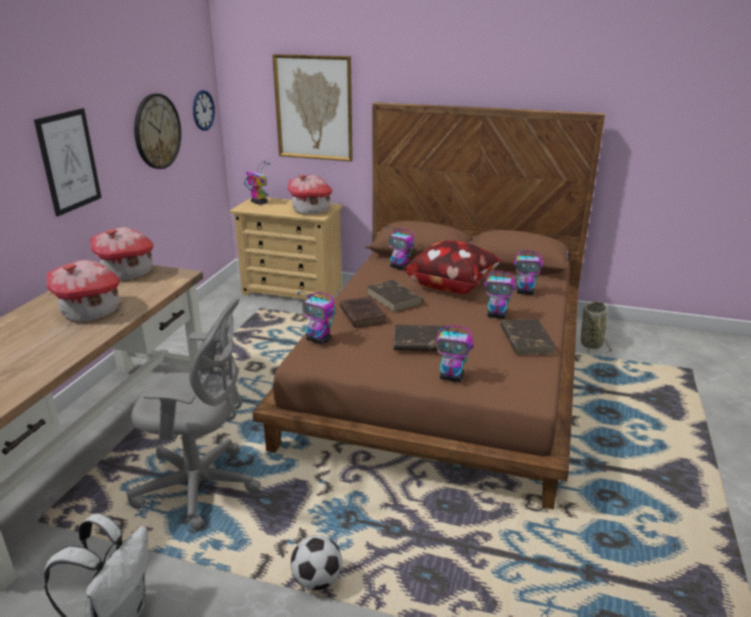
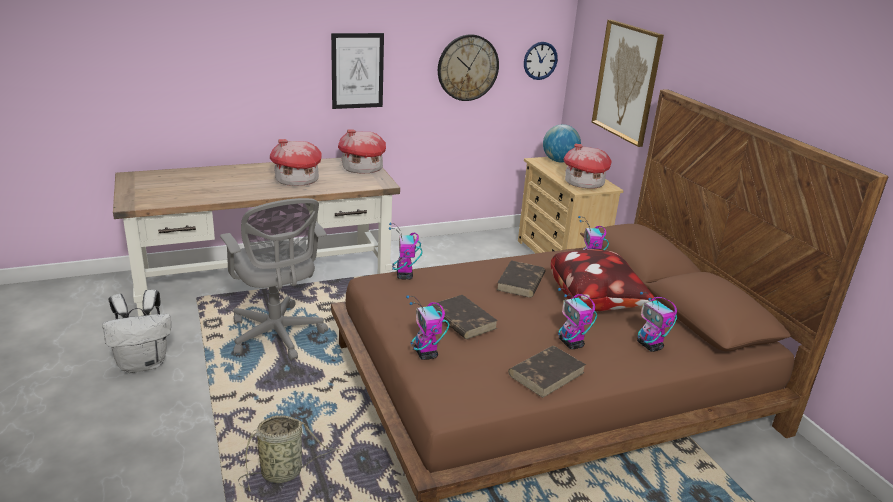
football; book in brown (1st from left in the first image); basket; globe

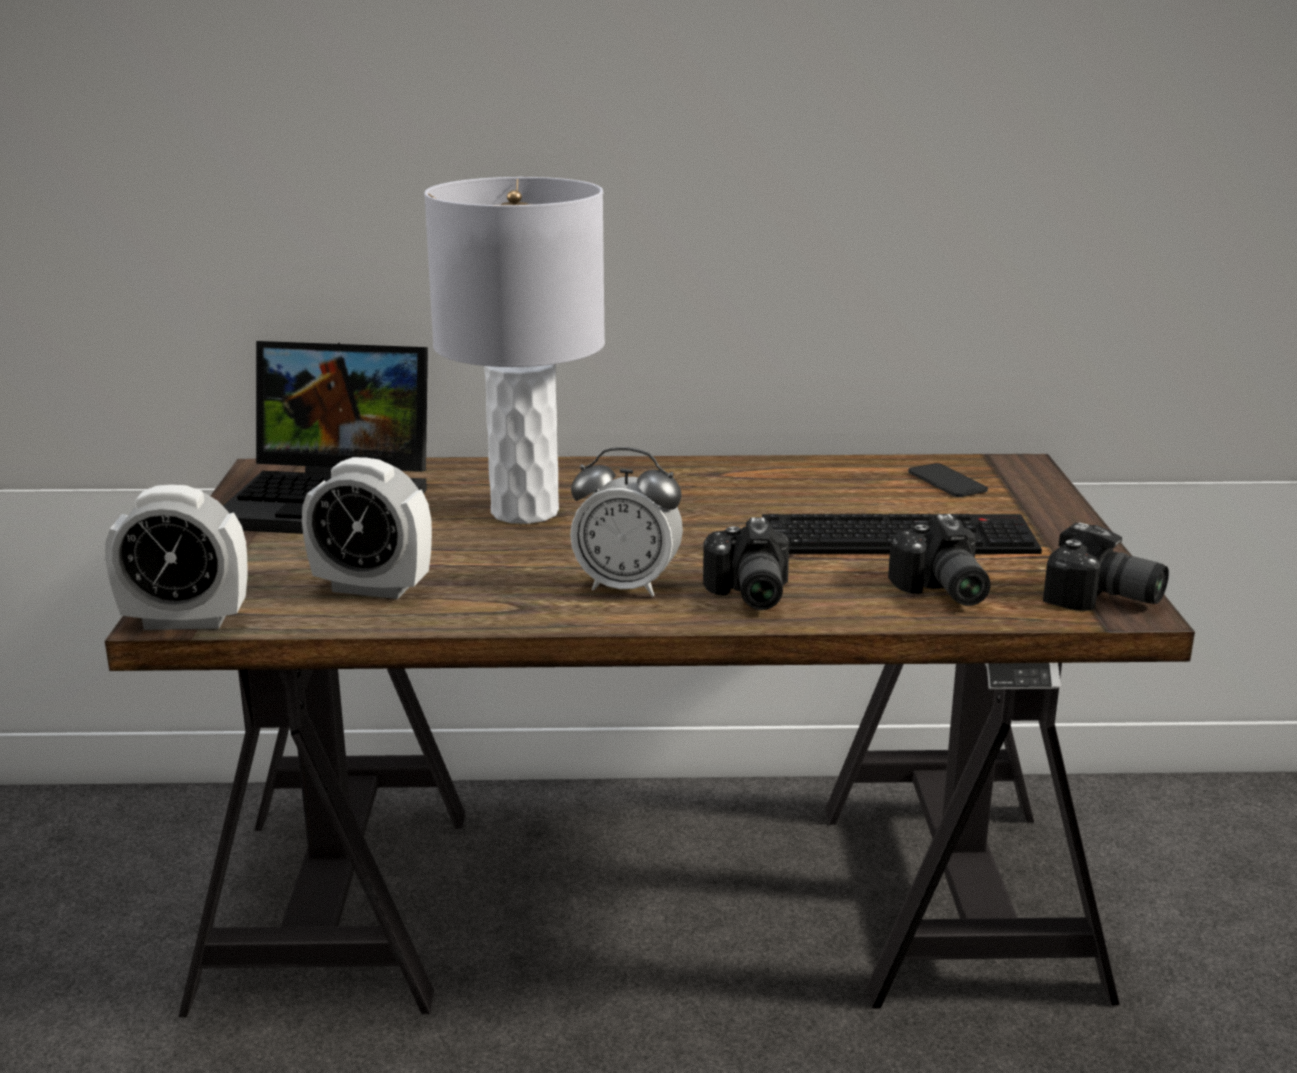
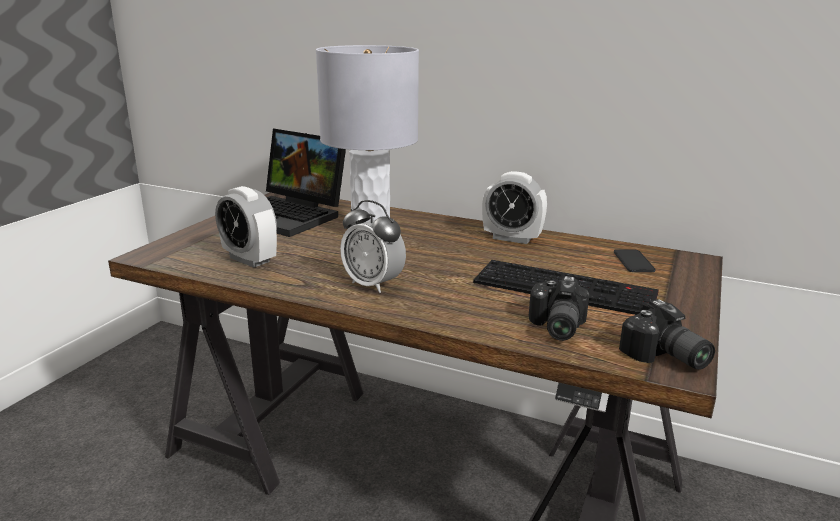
photo camera (1st from left in the first image); alarm clock (3rd from left)

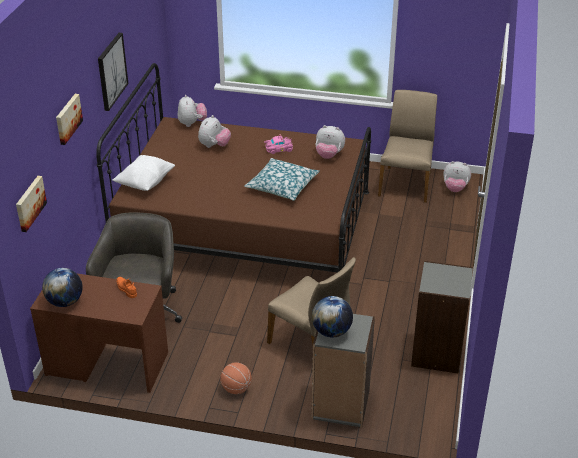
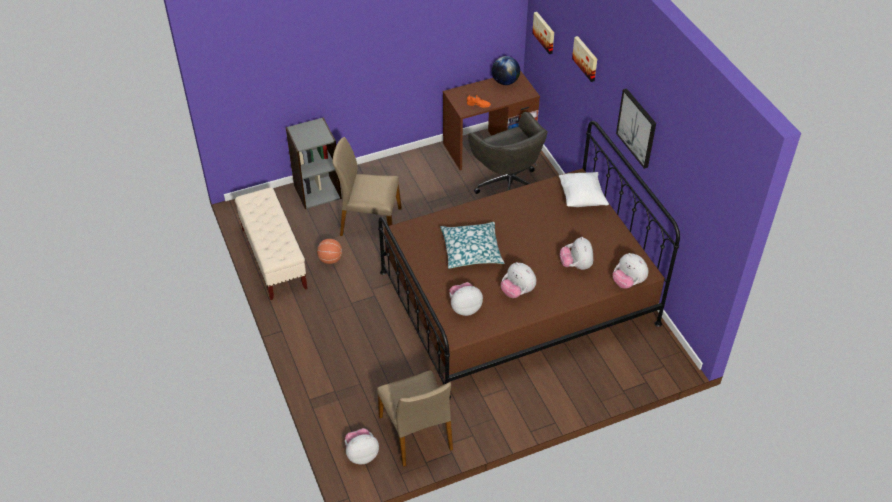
globe (2nd from left in the first image); basketball; plush toy (3rd from left); bench in beige

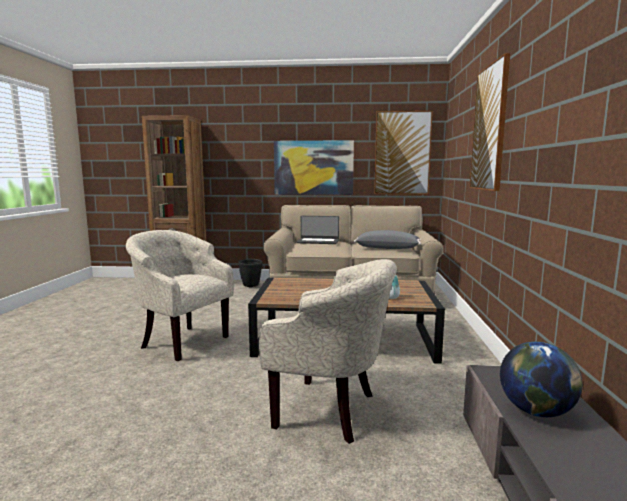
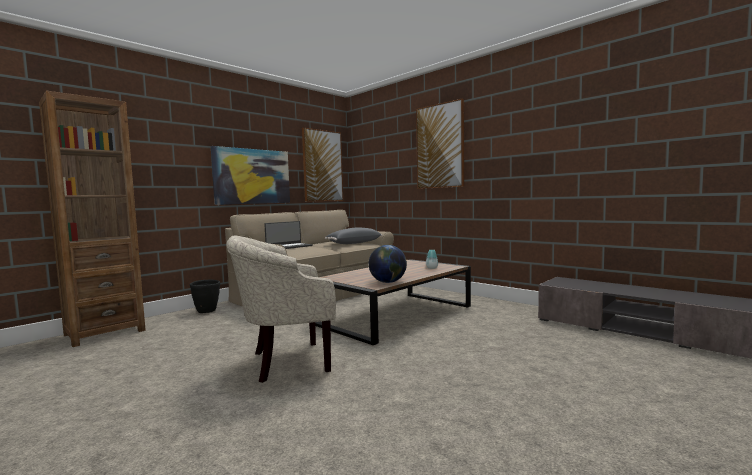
armchair in beige (2nd from left in the first image); globe

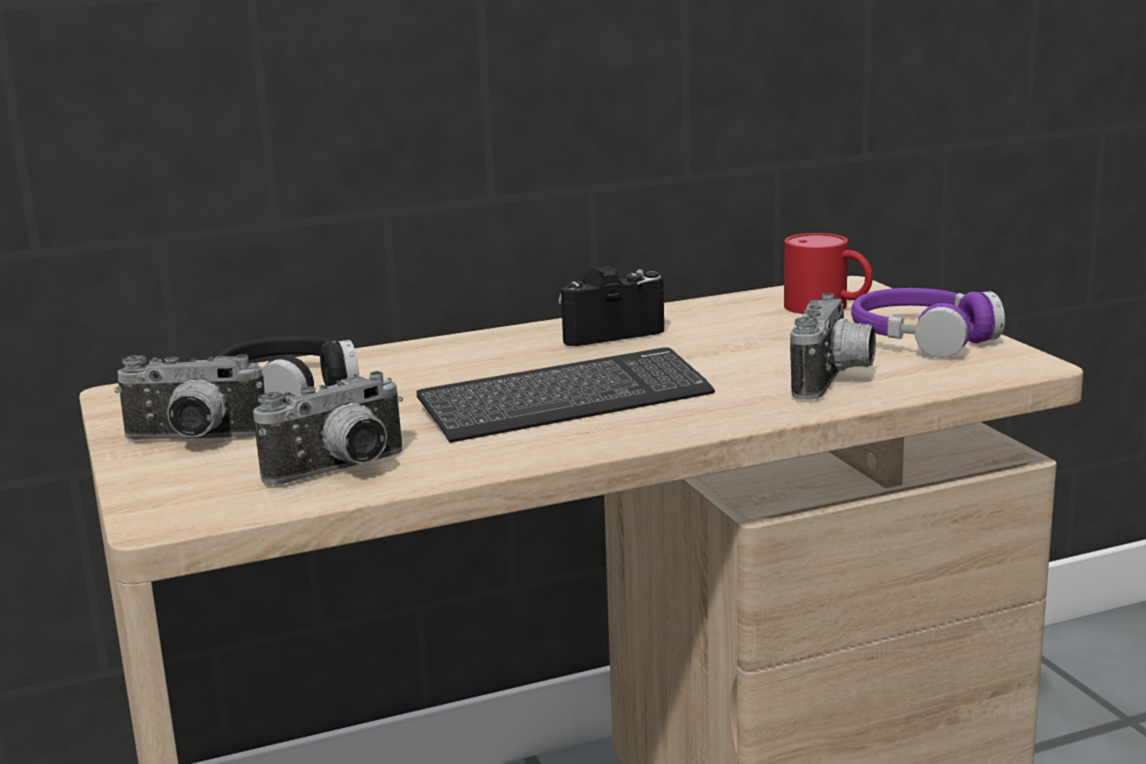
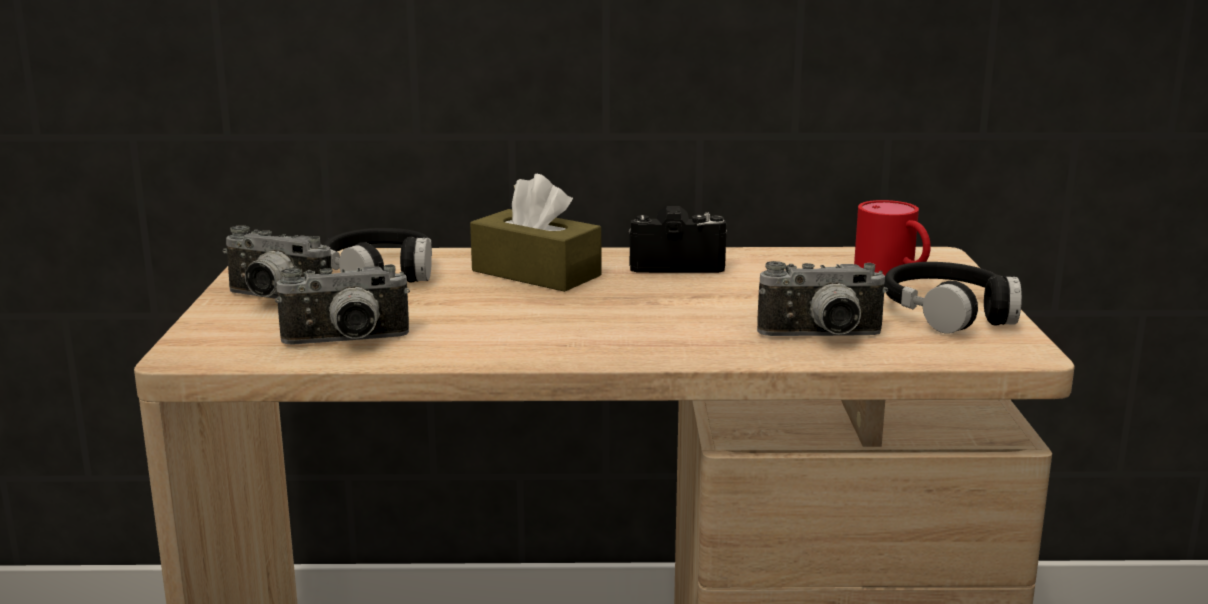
keyboard; tissue box in brown; headphones in black (2nd from left); photo camera (4th from left)

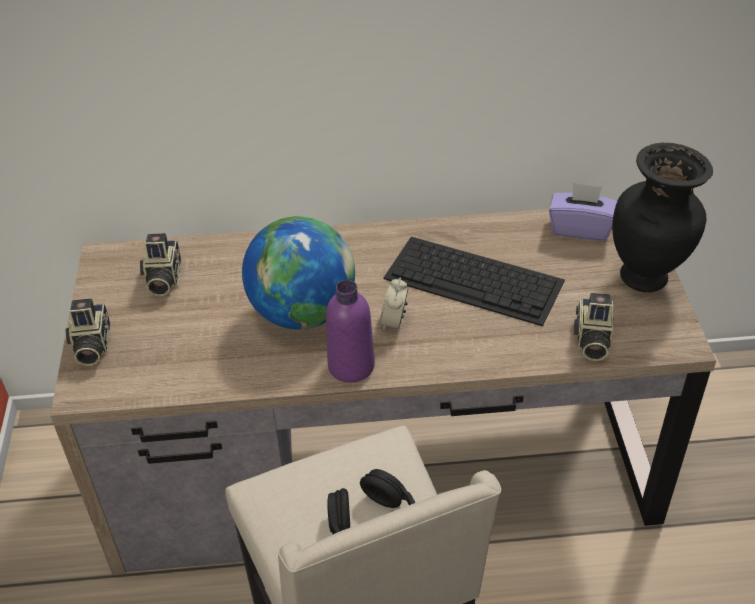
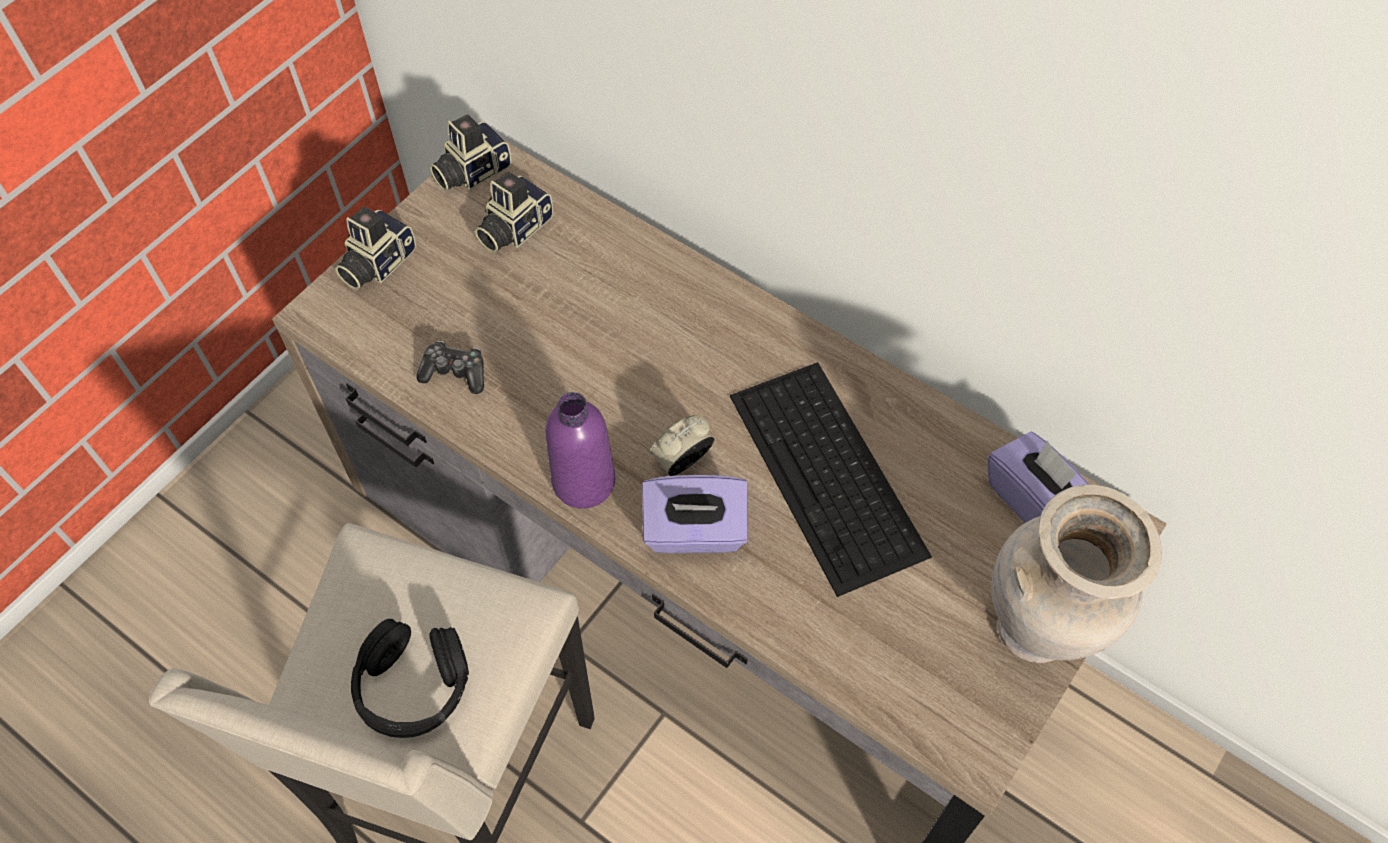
globe; game controller; tissue box in purple (1st from left); photo camera (2nd from left); vase in beige

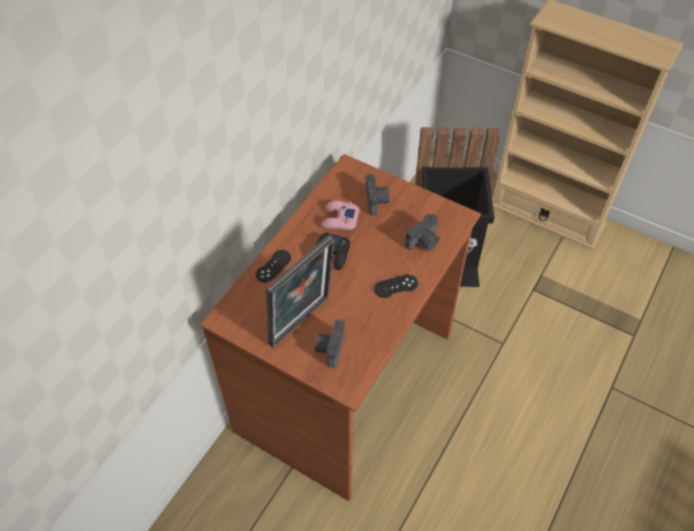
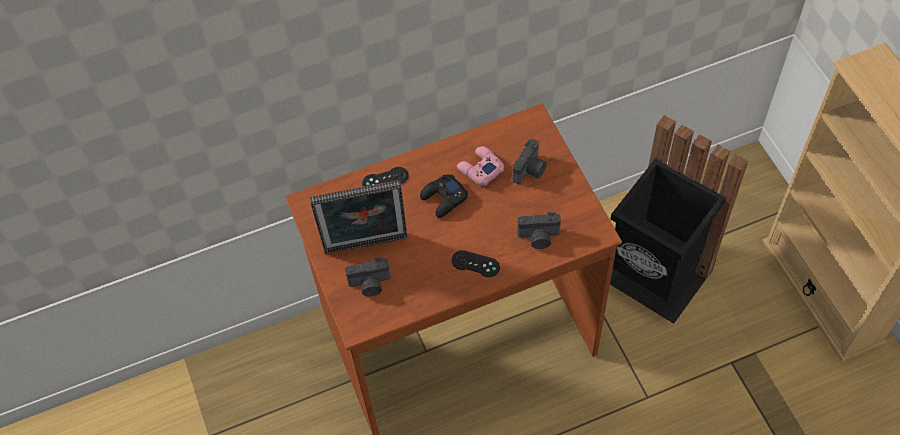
photo camera (1st from left)

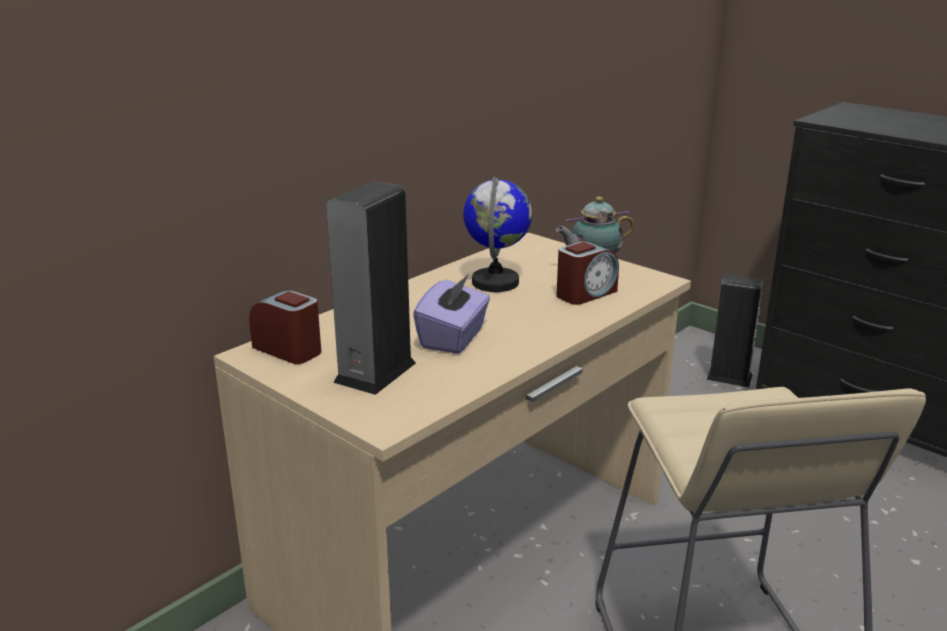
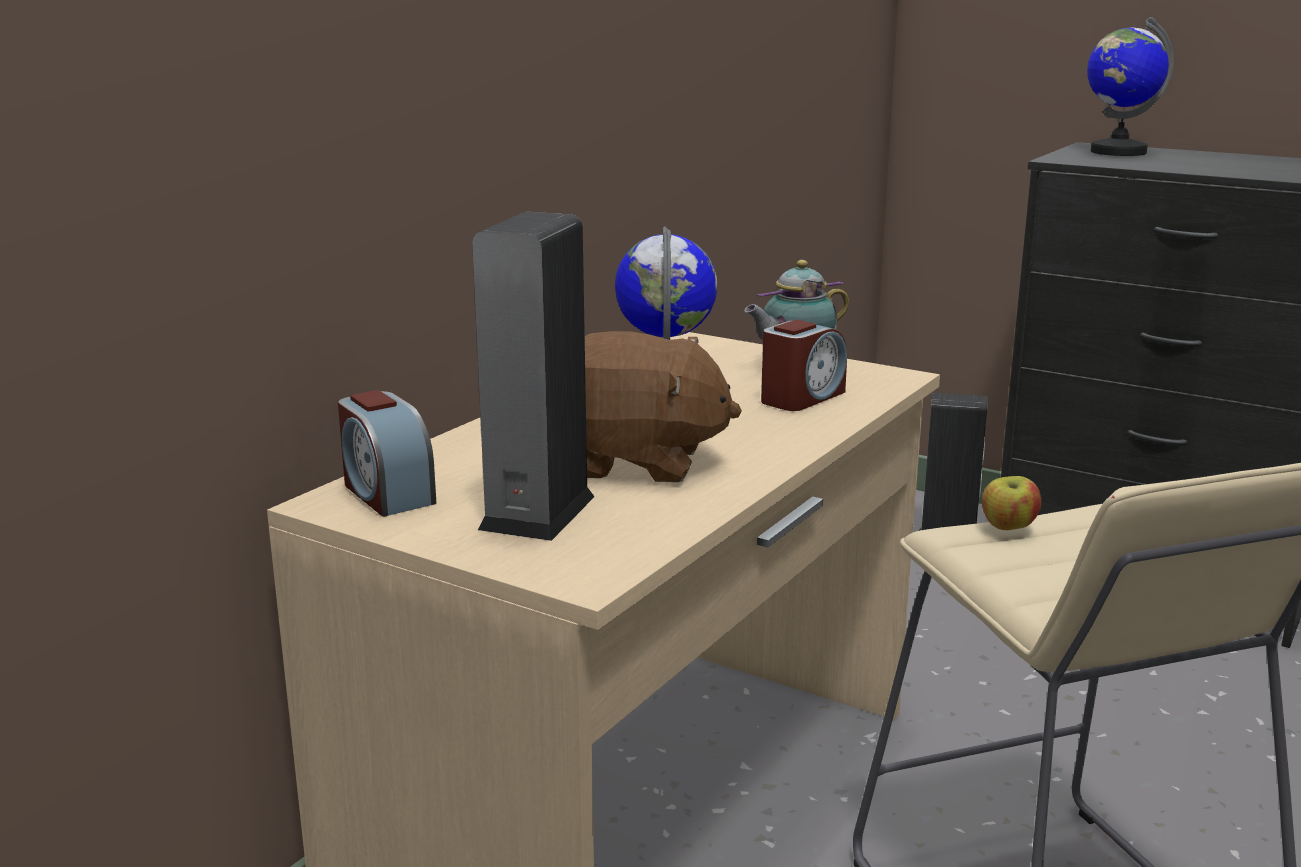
apple; globe (2nd from left); plush toy in brown; alarm clock (1st from left)

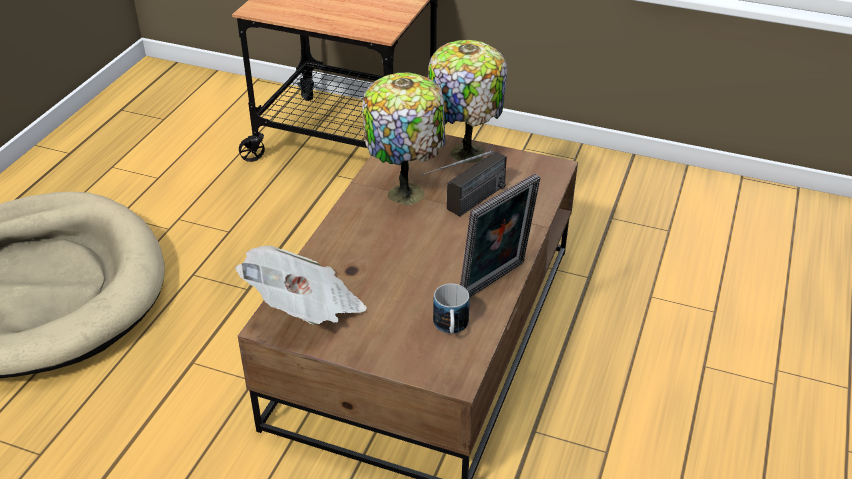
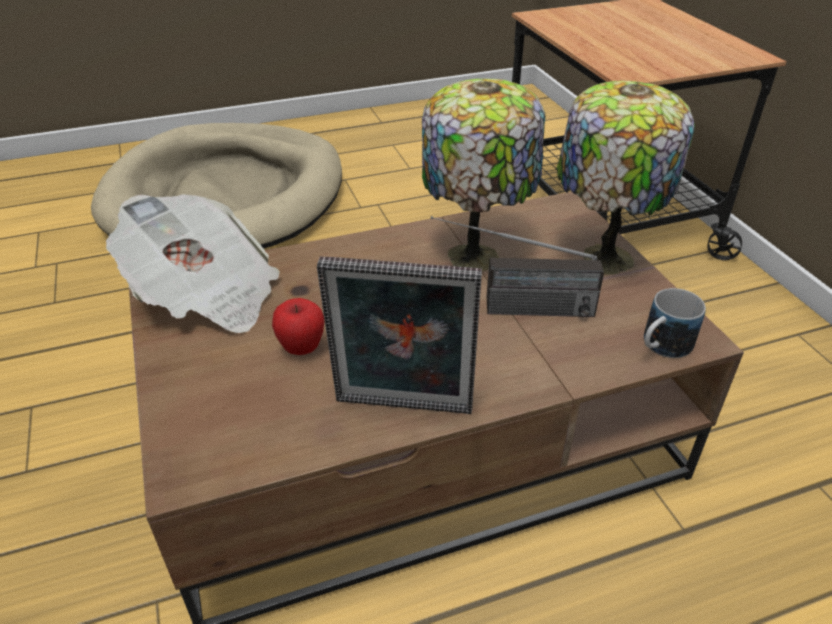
apple; mug

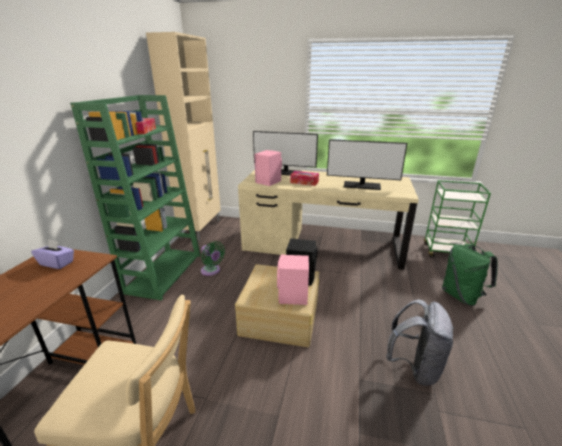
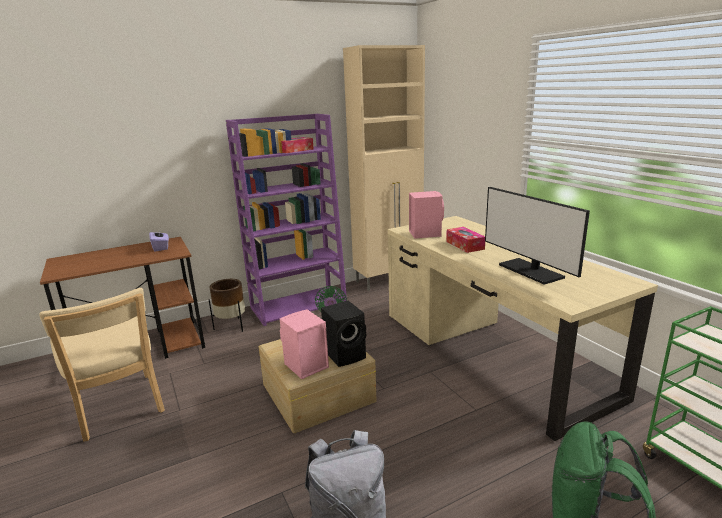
monitor (1st from left in the first image); planter in brown; bookcase in purple

